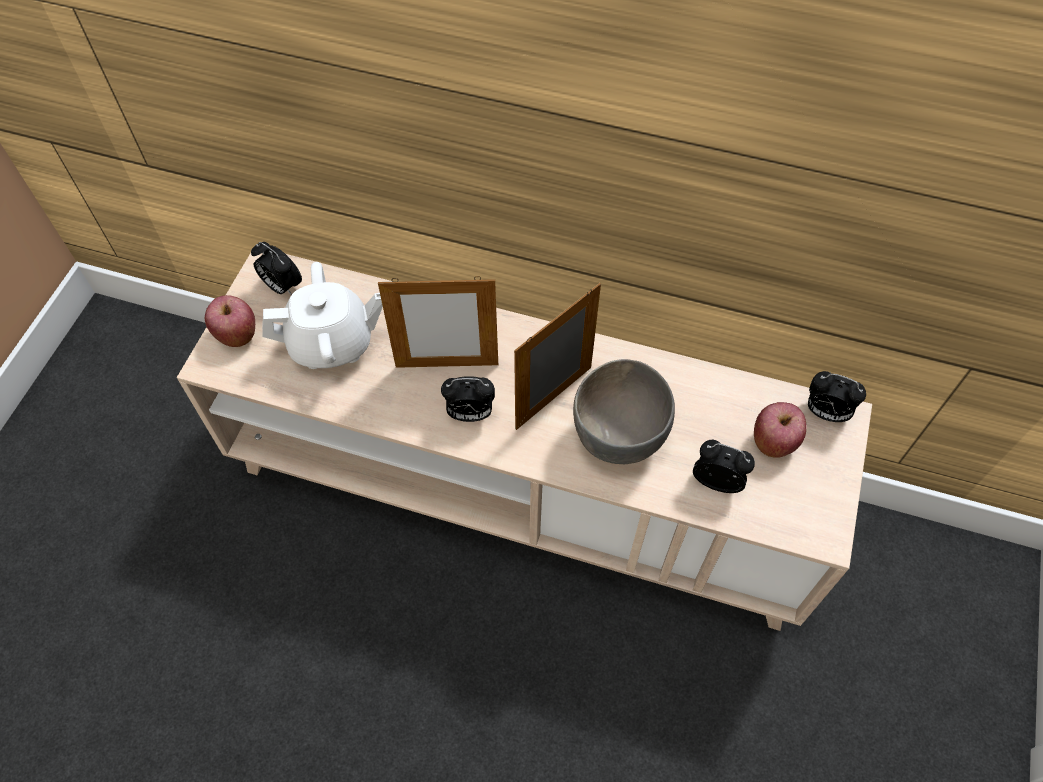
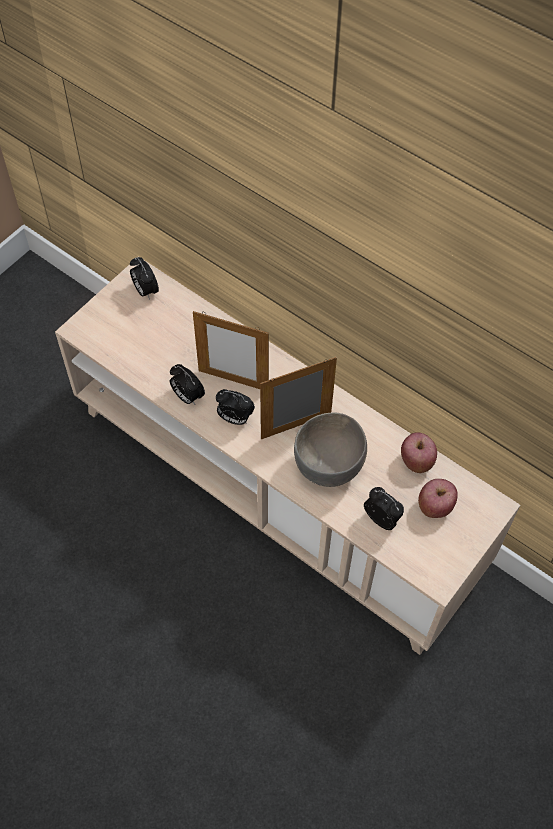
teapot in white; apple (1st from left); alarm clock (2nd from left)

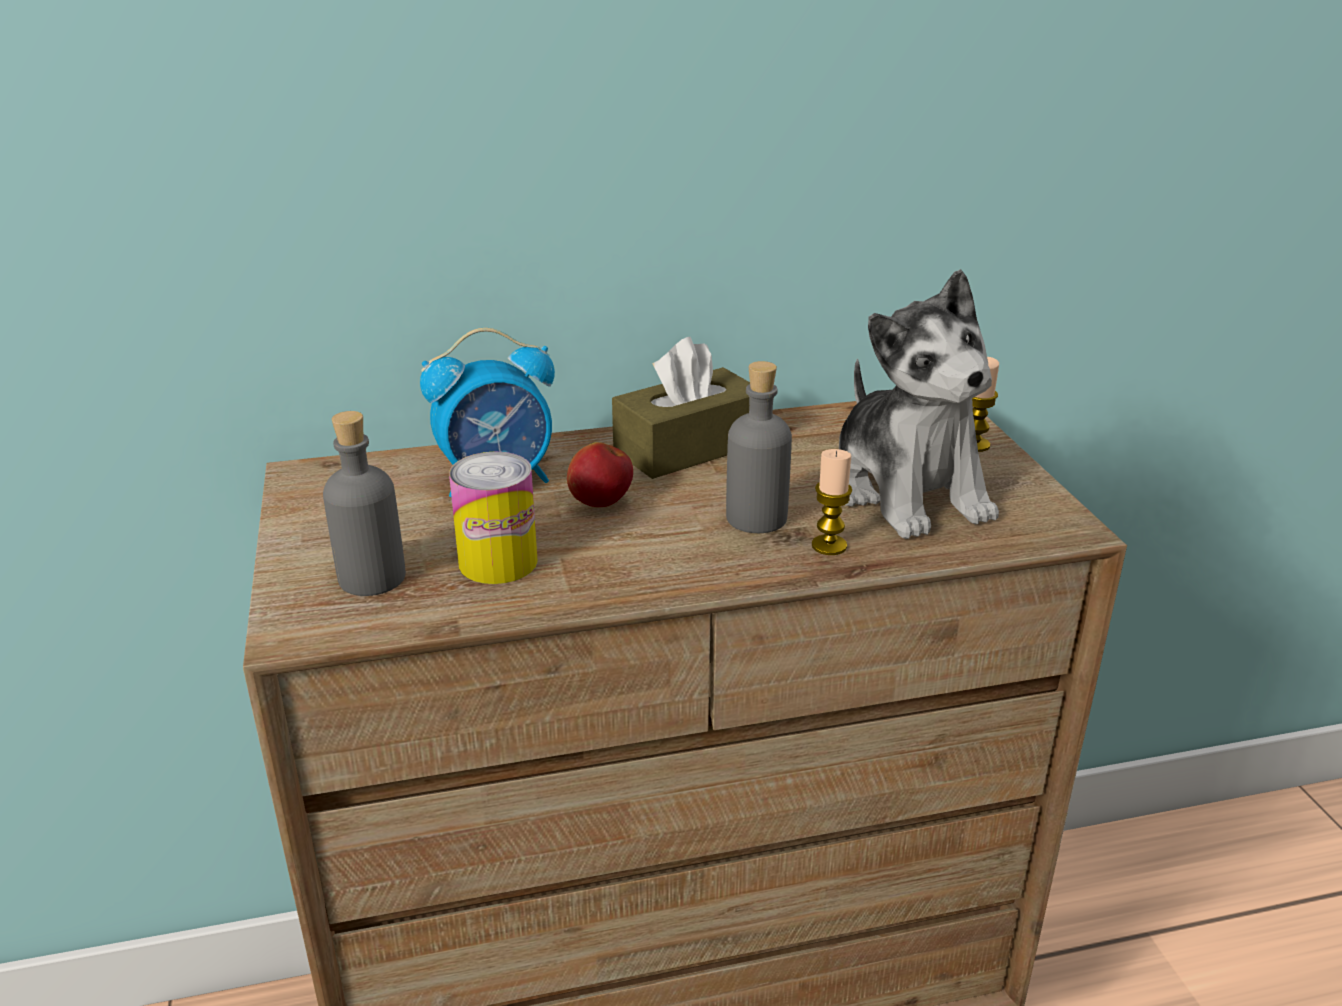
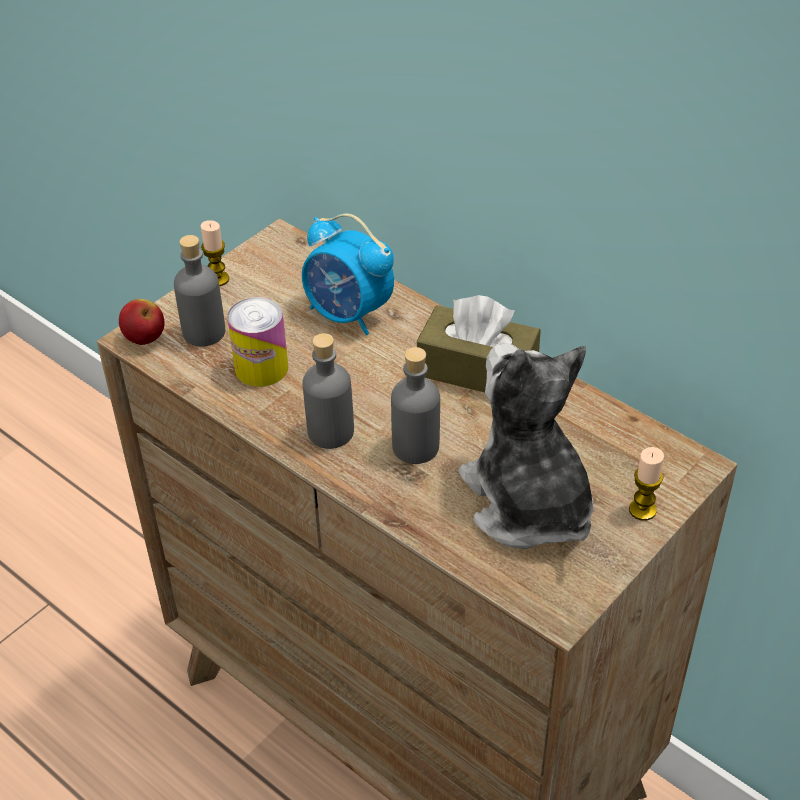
bottle in grey (2nd from left); apple; candle (1st from left); plush toy

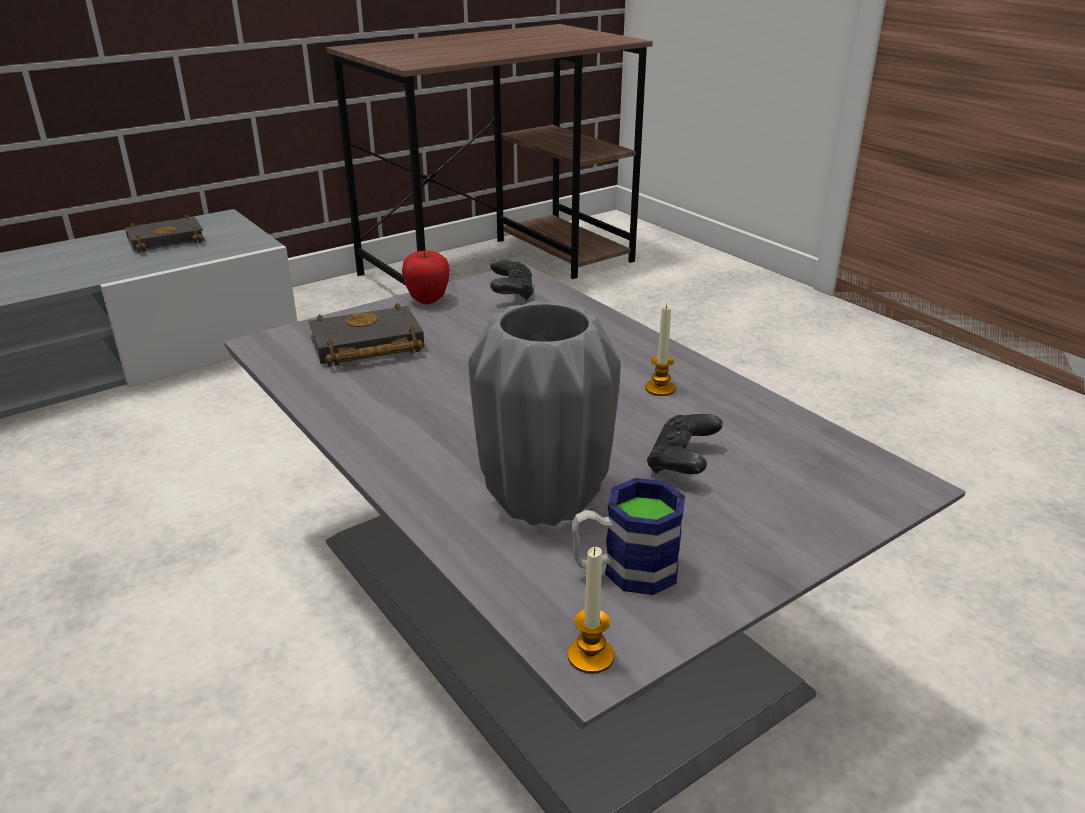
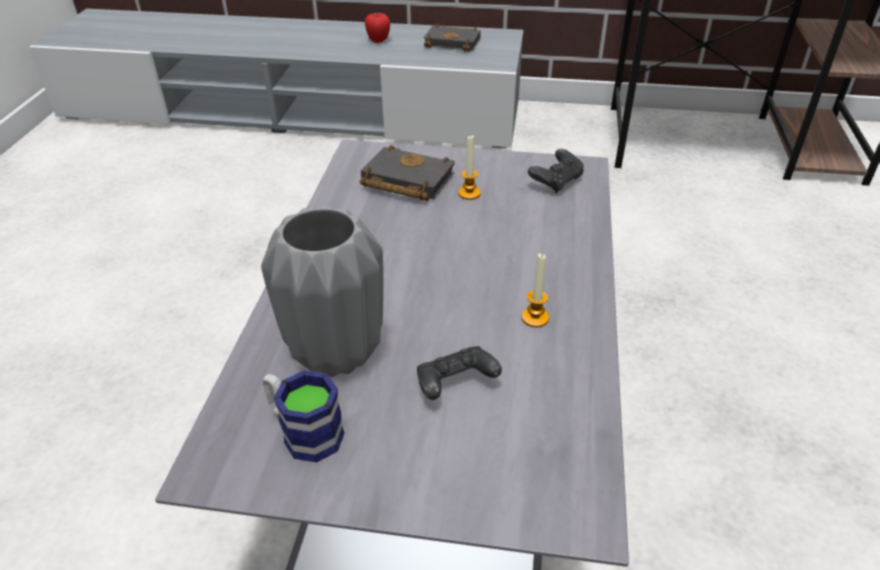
apple; candle (1st from left)

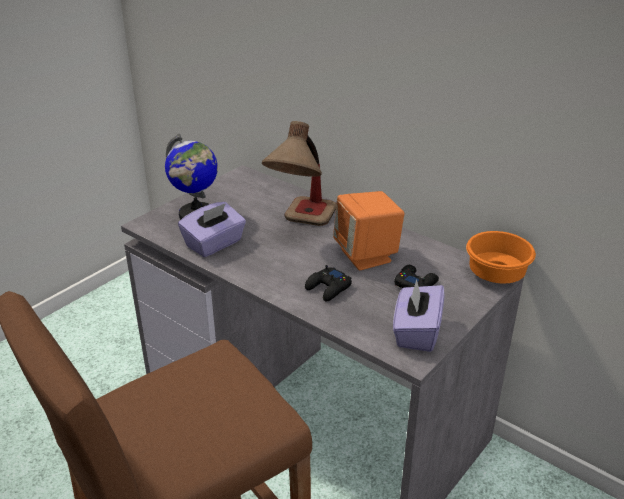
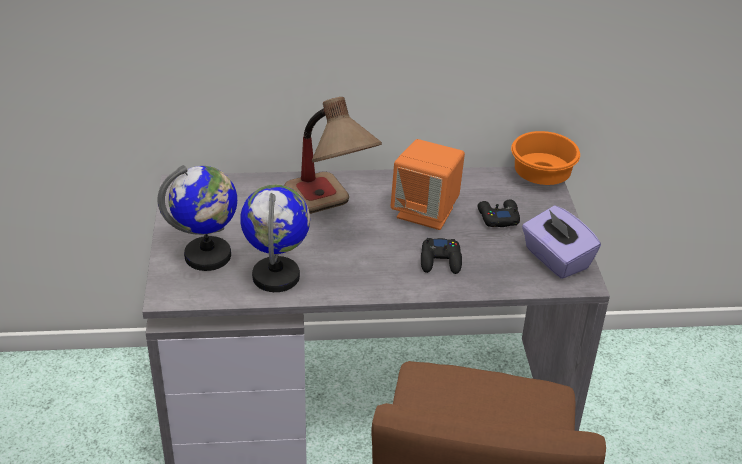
globe (2nd from left)

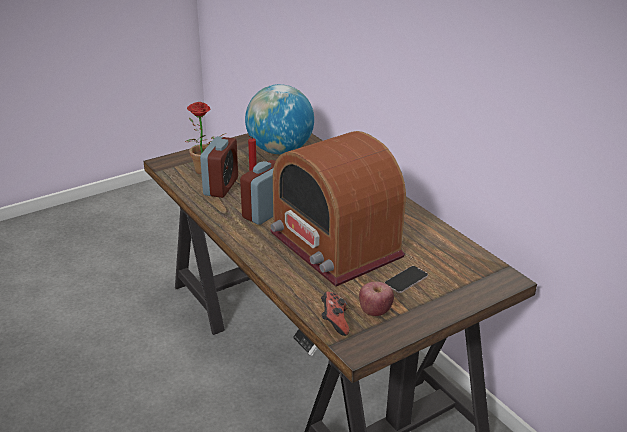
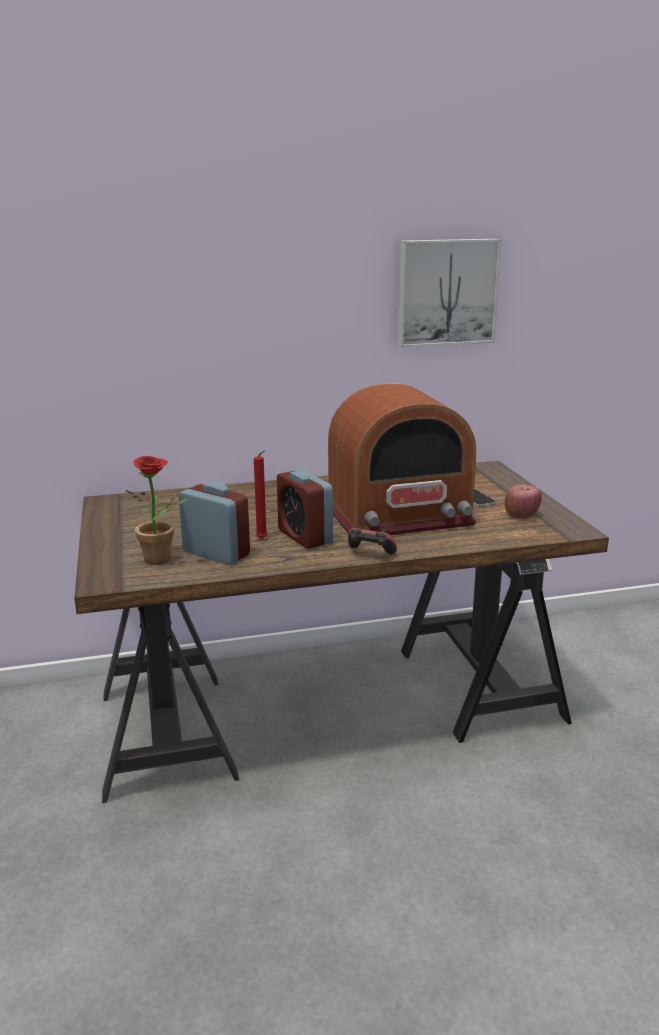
globe; picture; game controller

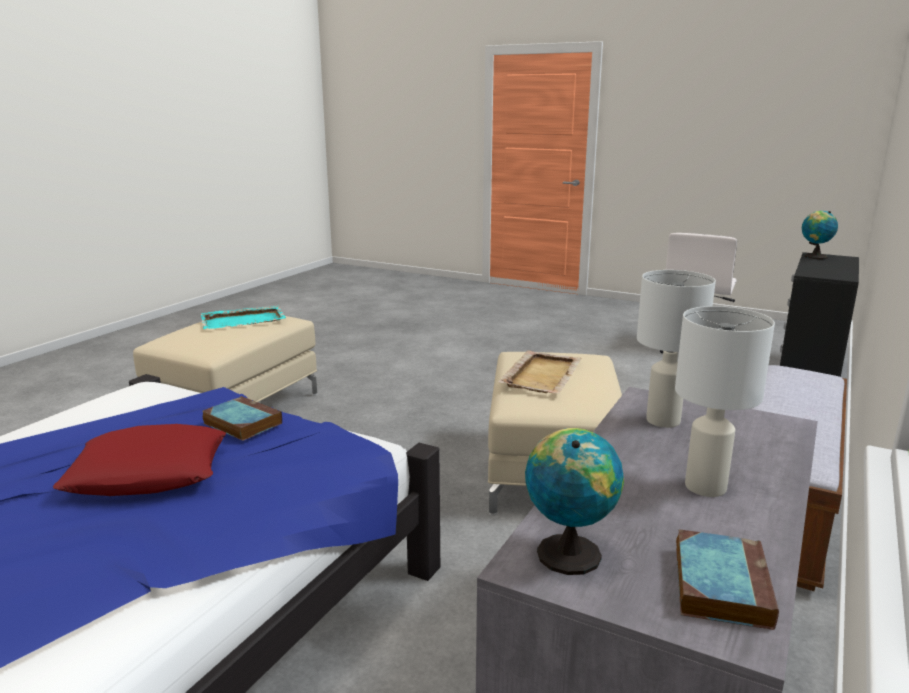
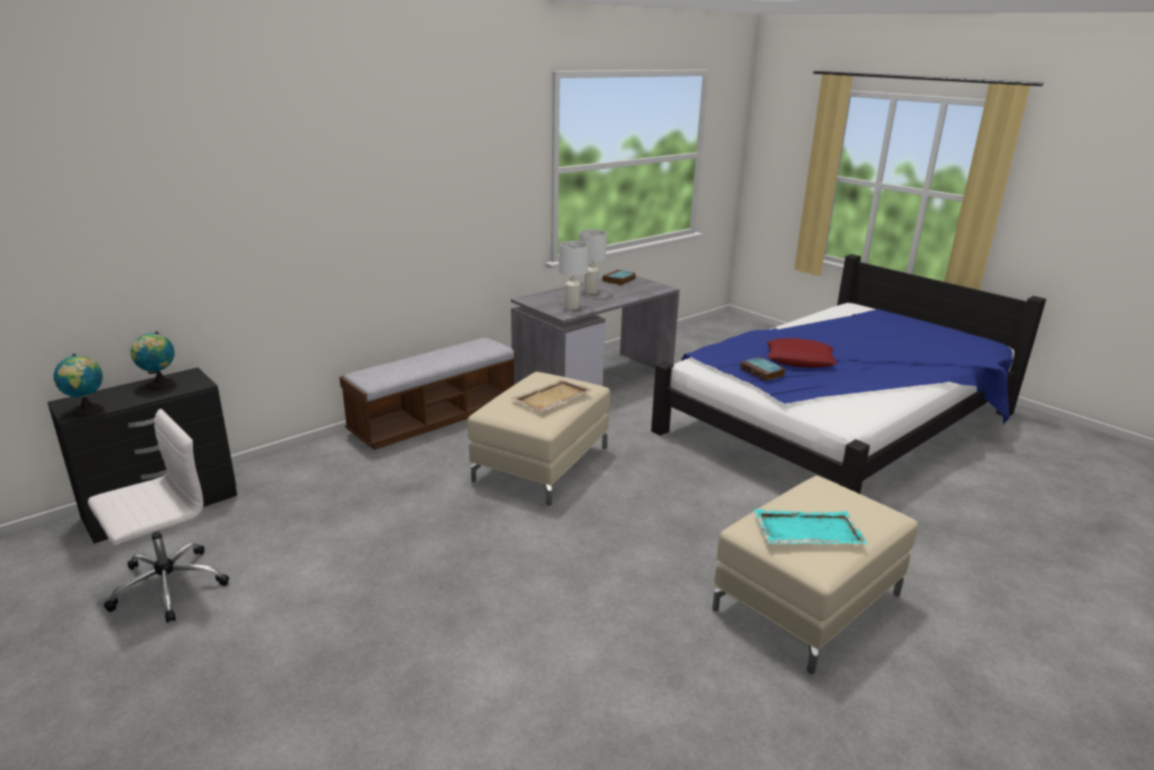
globe (2nd from left)

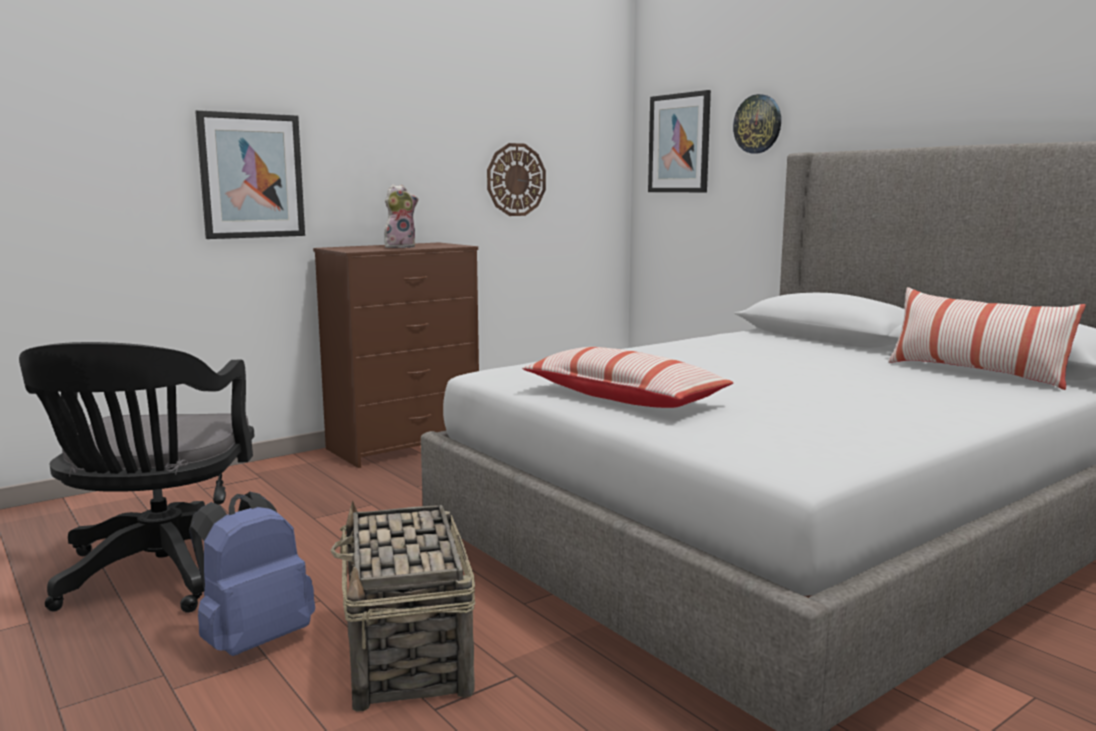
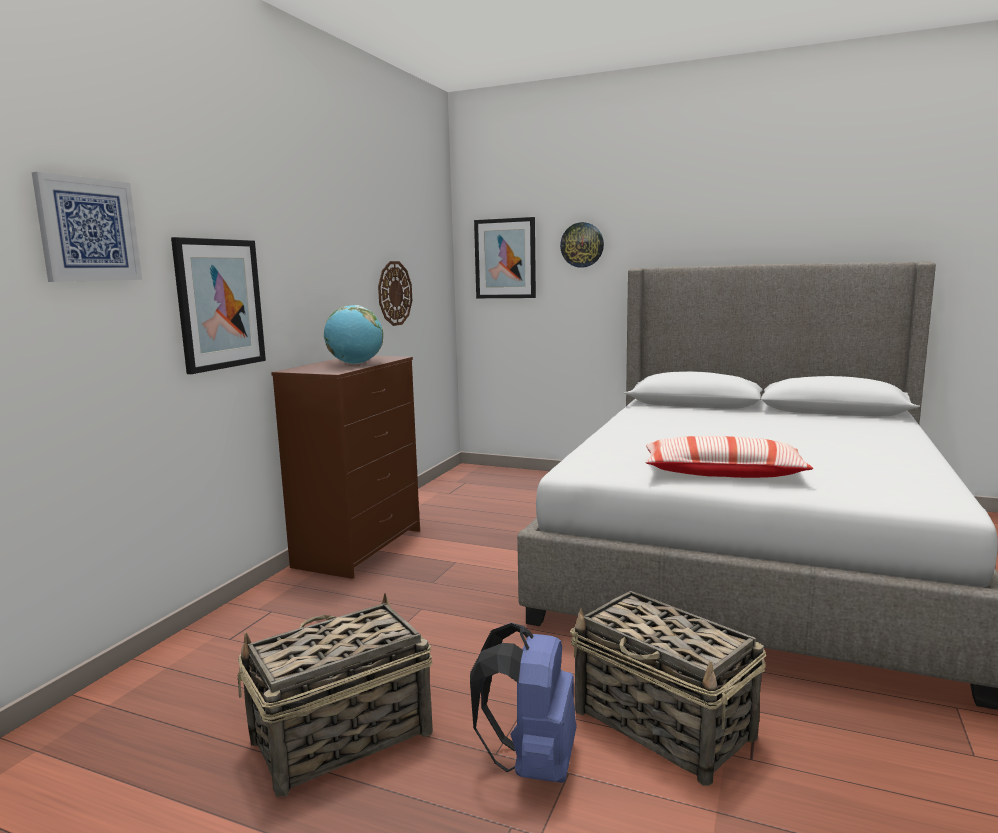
pillow (2nd from left in the first image); picture (1st from left); basket (1st from left); globe

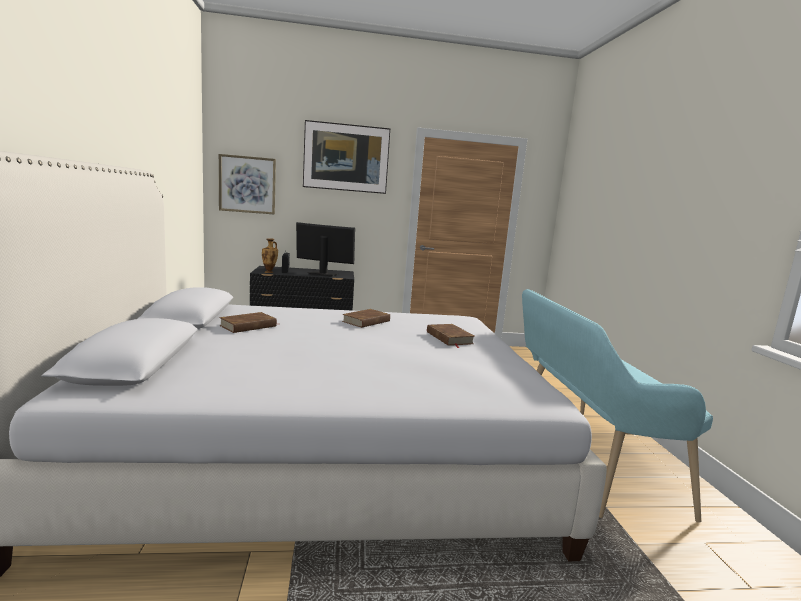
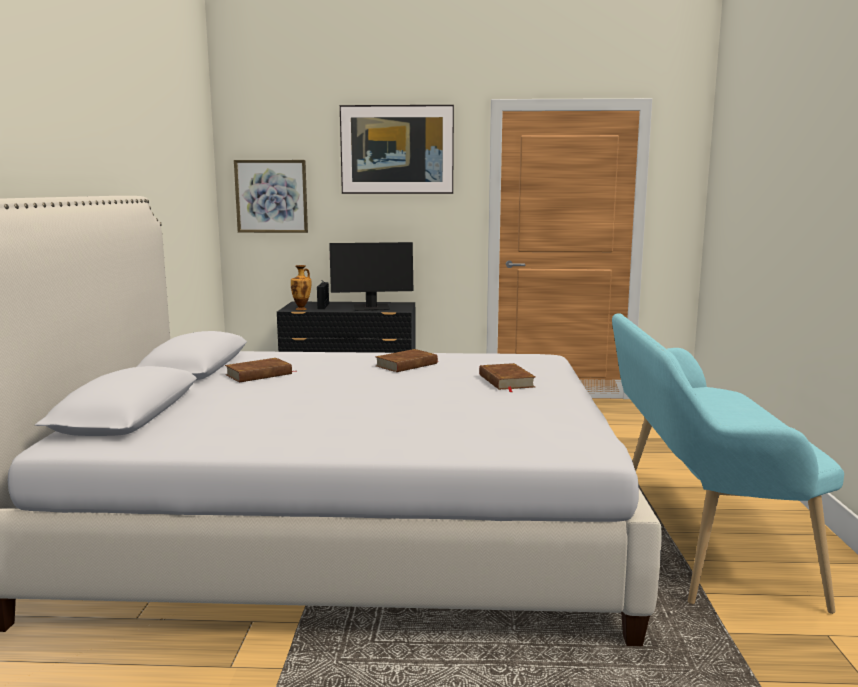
monitor

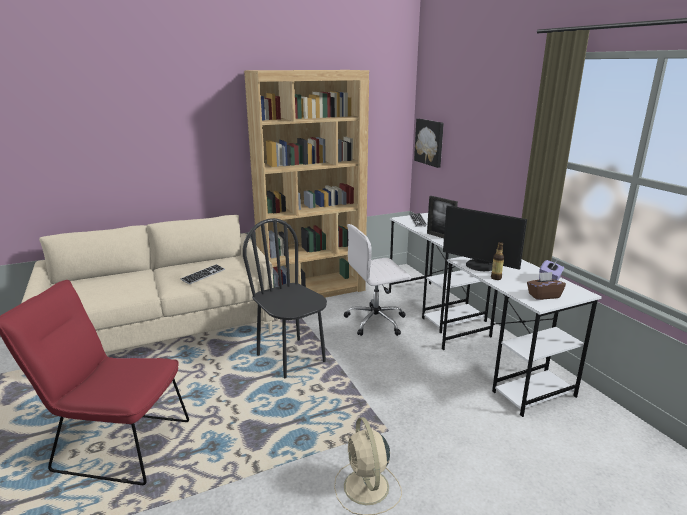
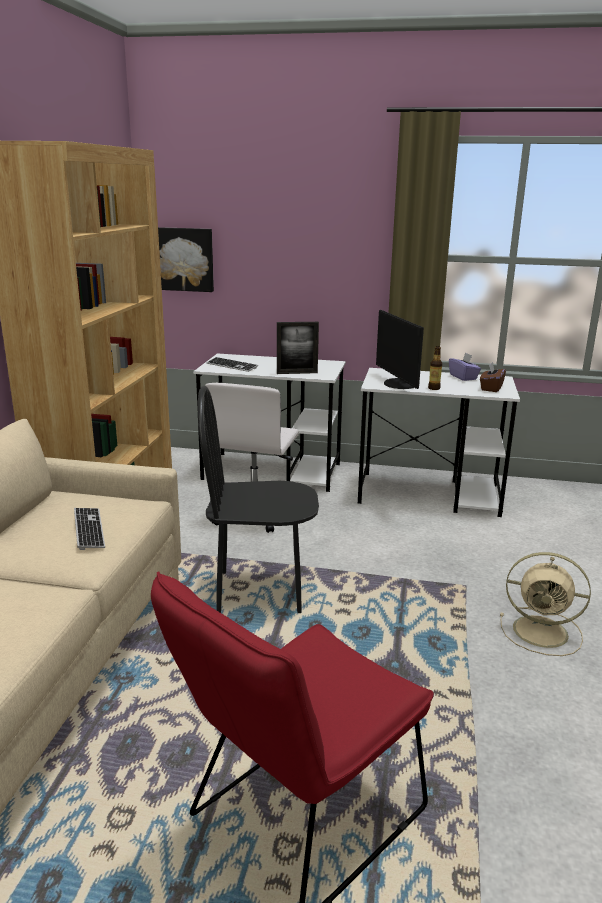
monitor

